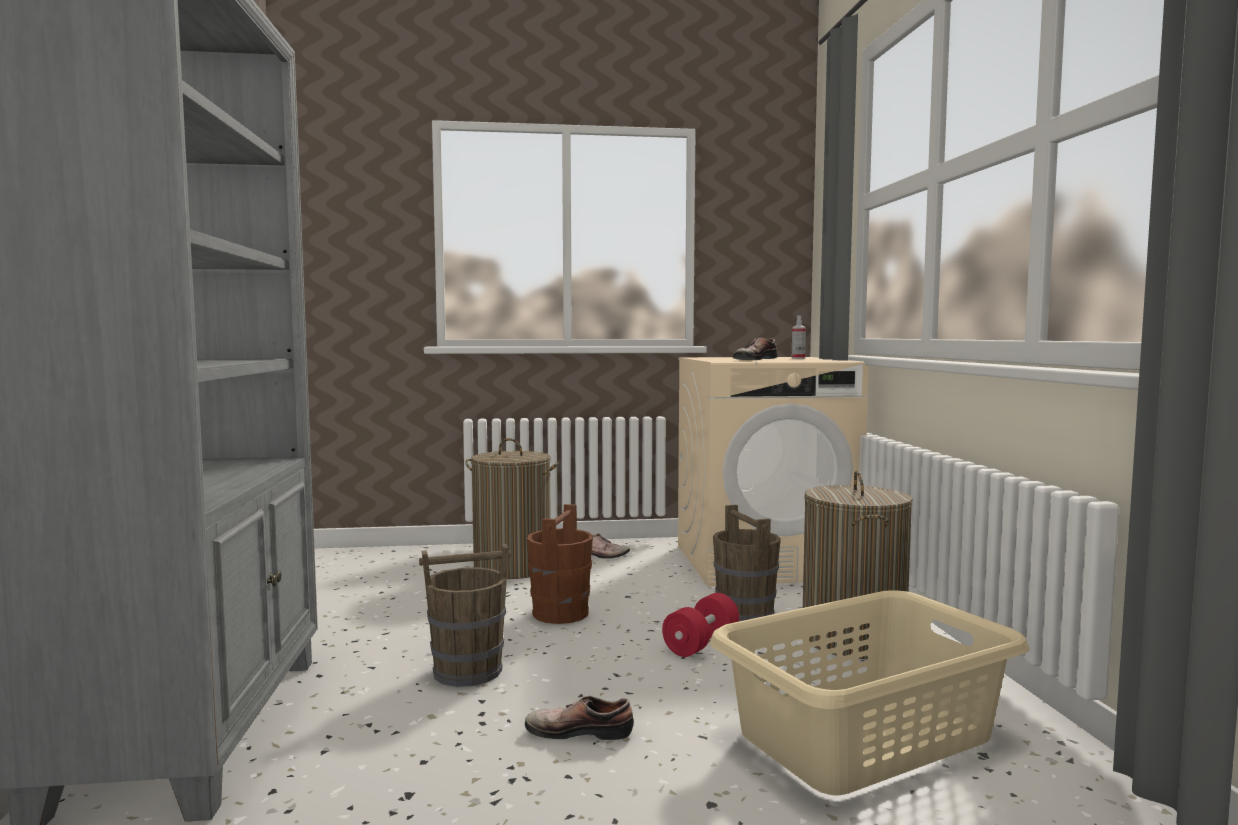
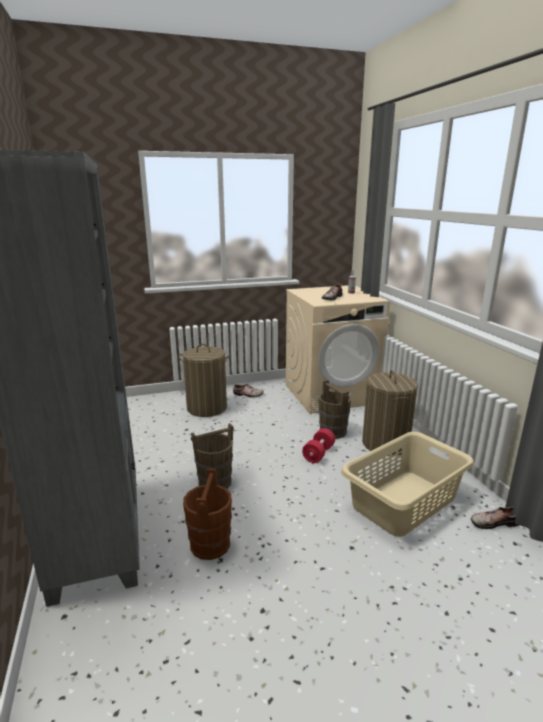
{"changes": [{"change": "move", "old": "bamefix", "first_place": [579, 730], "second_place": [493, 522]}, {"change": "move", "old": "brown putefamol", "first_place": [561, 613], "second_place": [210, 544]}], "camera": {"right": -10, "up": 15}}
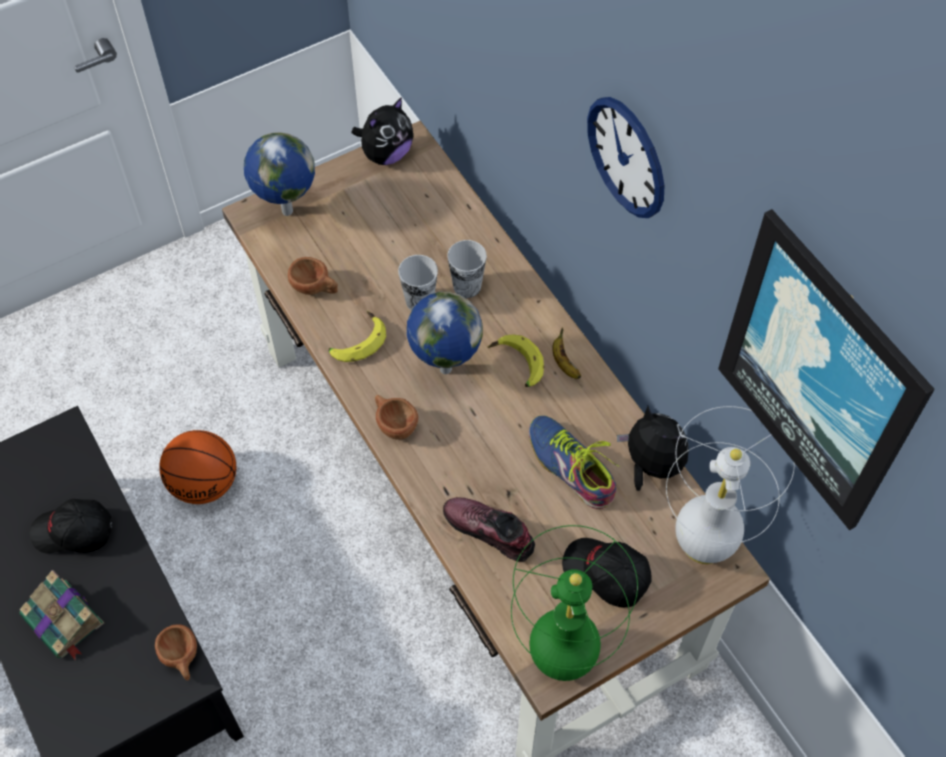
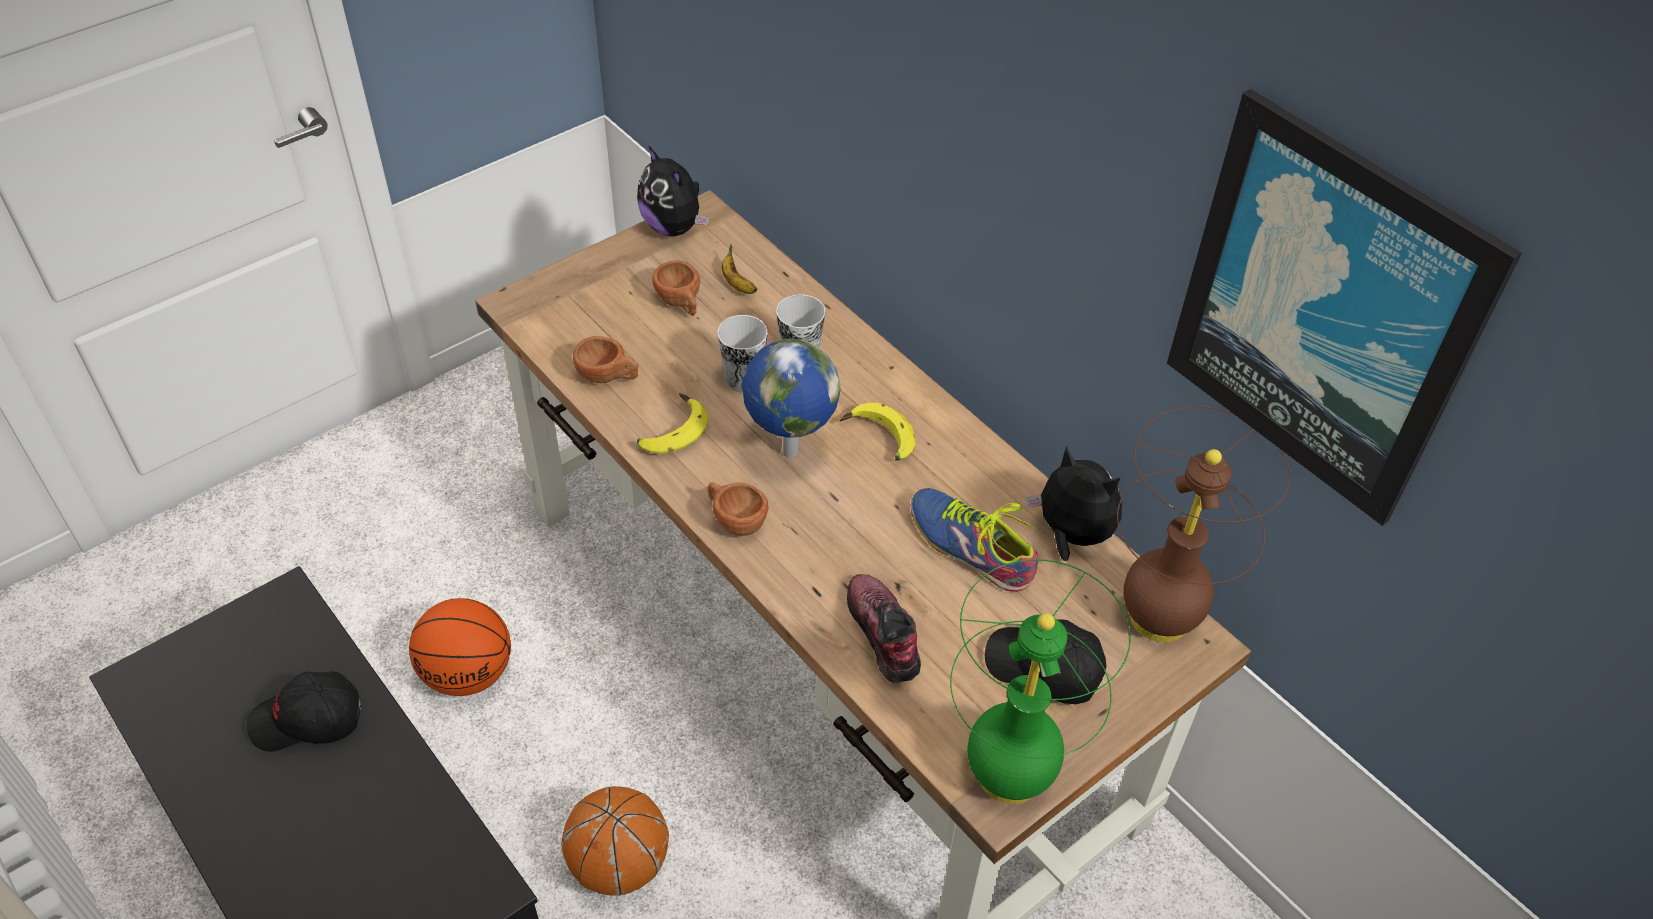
{"changes": [{"change": "delete", "old": "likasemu", "first_place": [64, 621]}, {"change": "move", "old": "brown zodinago", "first_place": [182, 659], "second_place": [680, 303]}, {"change": "delete", "old": "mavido", "first_place": [286, 211]}, {"change": "rotate", "old": "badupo", "first_place": [386, 154], "second_place": [674, 227], "degrees": 105}, {"change": "rotate", "old": "bamefix", "first_place": [489, 532], "second_place": [882, 634], "degrees": 45}, {"change": "move", "old": "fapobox", "first_place": [564, 363], "second_place": [737, 283]}, {"change": "delete", "old": "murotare", "first_place": [626, 157]}, {"change": "recolor", "old": "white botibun", "new": "brown botibun", "first_place": [704, 542], "second_place": [1158, 617]}, {"change": "insert", "new": "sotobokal", "second_place": [619, 864]}], "camera": {"right": -10, "up": -10}}
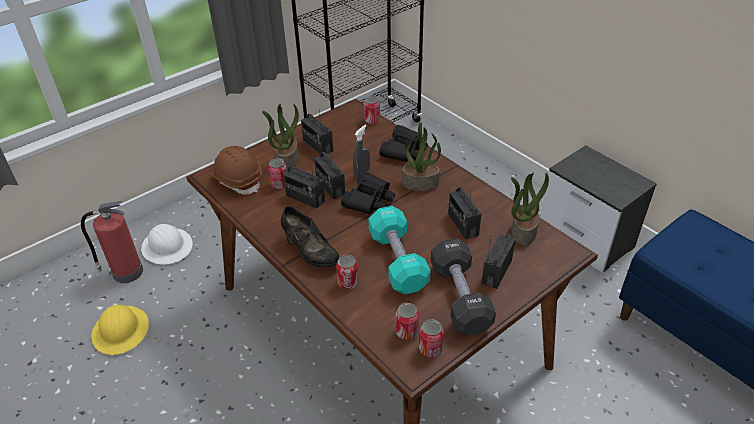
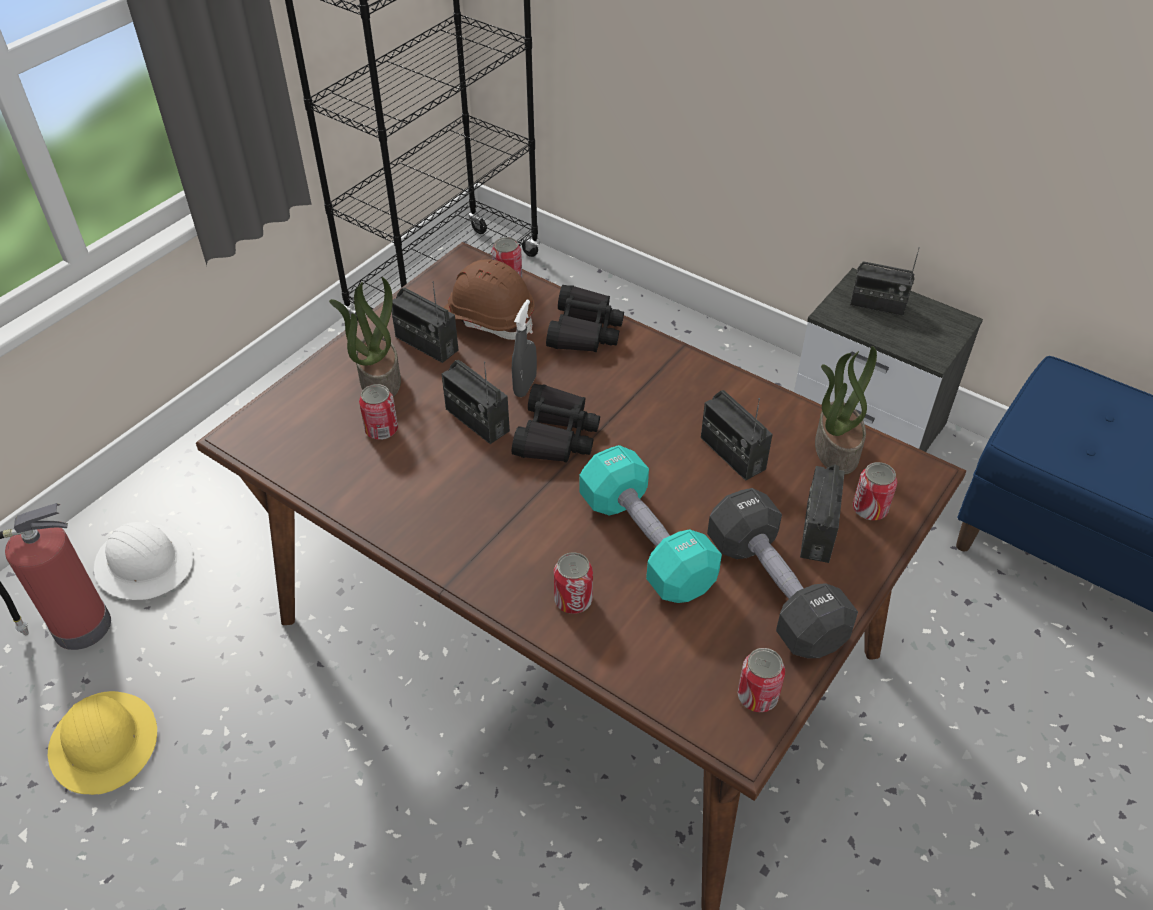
{"changes": [{"change": "move", "old": "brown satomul", "first_place": [237, 180], "second_place": [488, 318]}, {"change": "delete", "old": "black bamefix", "first_place": [310, 252]}, {"change": "move", "old": "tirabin", "first_place": [305, 198], "second_place": [877, 305]}, {"change": "move", "old": "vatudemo", "first_place": [406, 332], "second_place": [869, 509]}, {"change": "delete", "old": "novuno", "first_place": [421, 183]}], "camera": {"right": -15, "up": 5}}
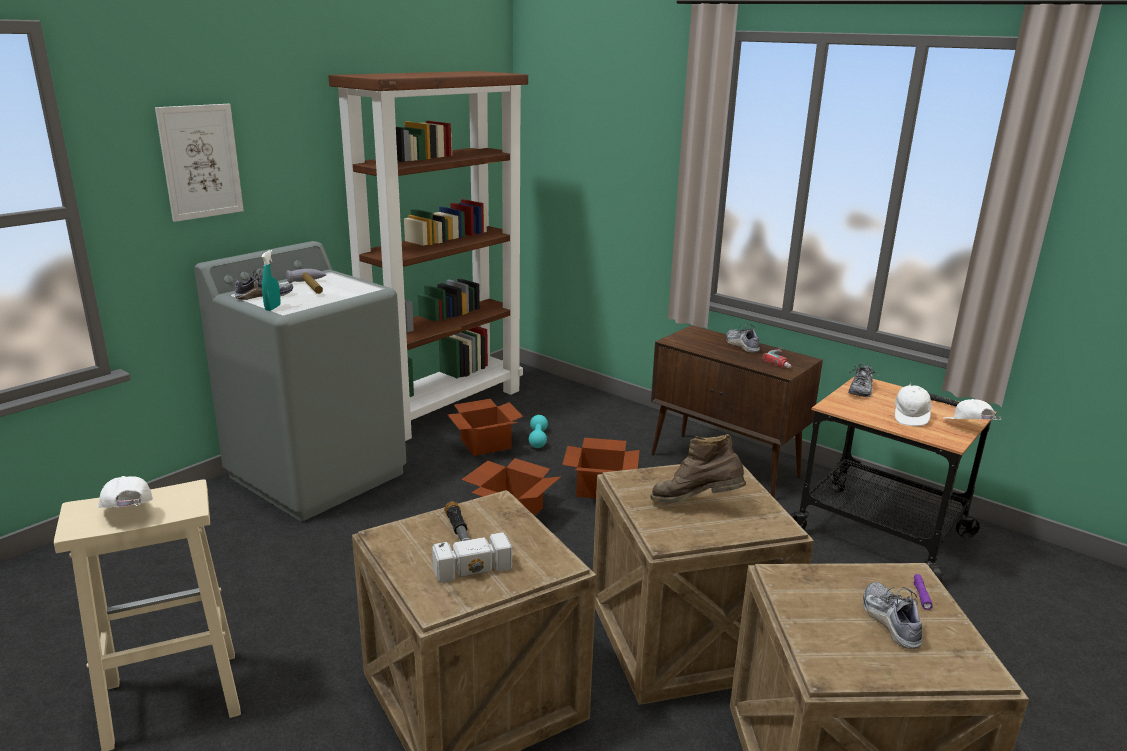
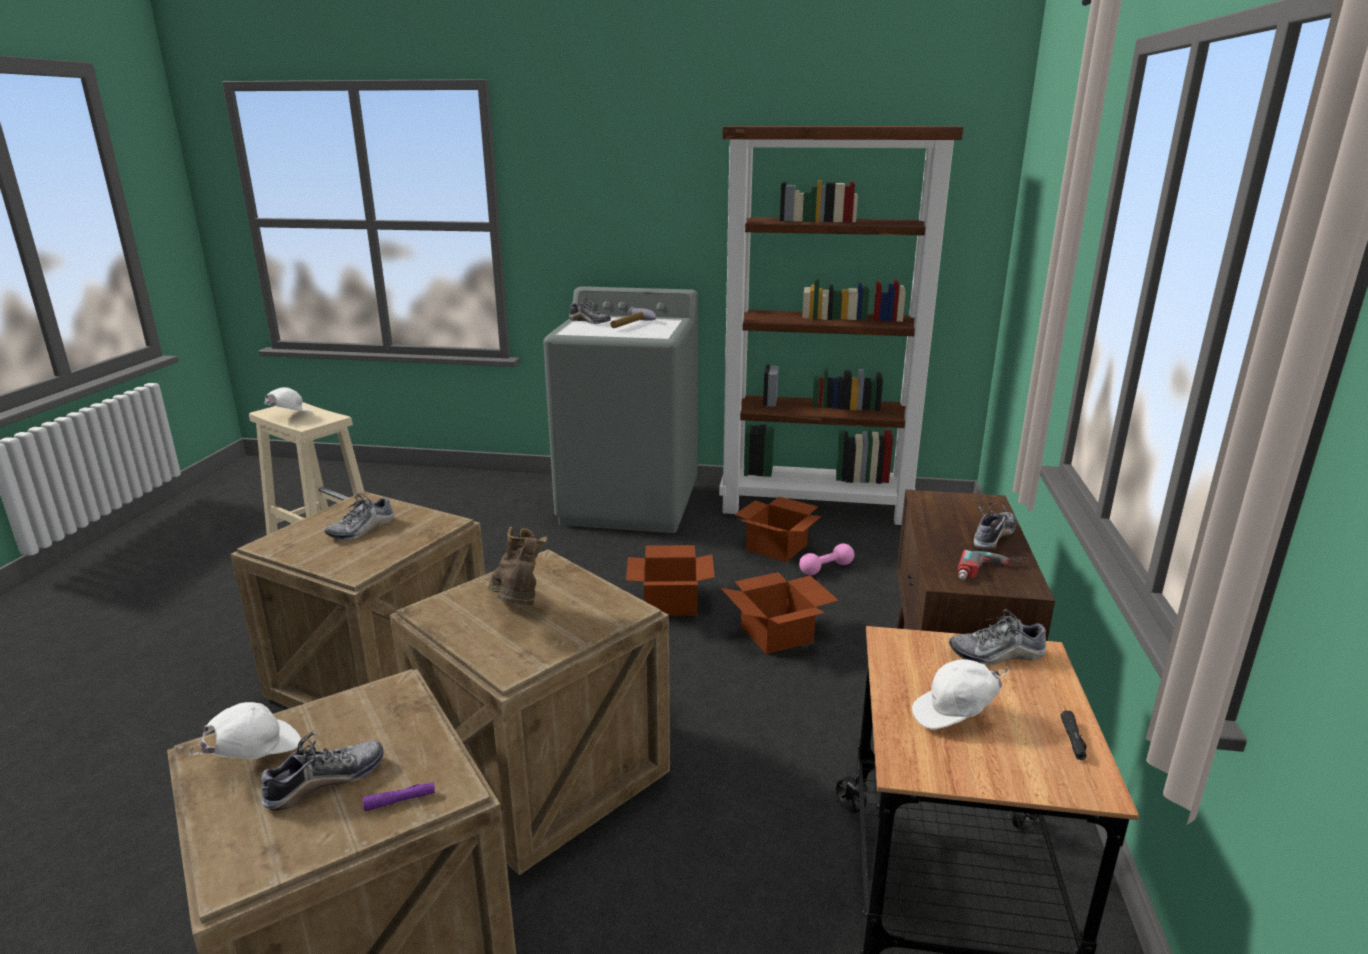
{"changes": [{"change": "delete", "old": "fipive", "first_place": [200, 162]}, {"change": "delete", "old": "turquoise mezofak", "first_place": [272, 308]}, {"change": "replace", "old": "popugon", "new": "bamefix", "first_place": [463, 546], "second_place": [362, 529]}, {"change": "recolor", "old": "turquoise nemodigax", "new": "pink nemodigax", "first_place": [538, 439], "second_place": [826, 568]}, {"change": "move", "old": "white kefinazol", "first_place": [967, 428], "second_place": [254, 754]}], "camera": {"right": 60, "up": 0}}
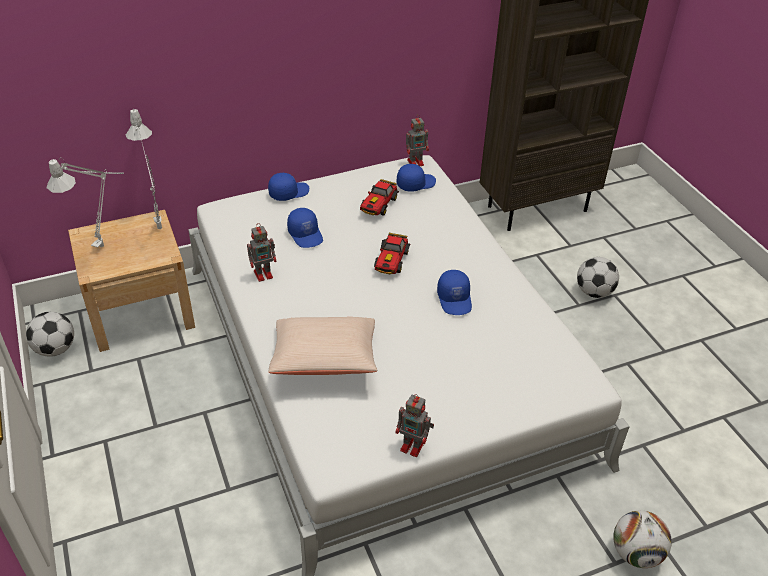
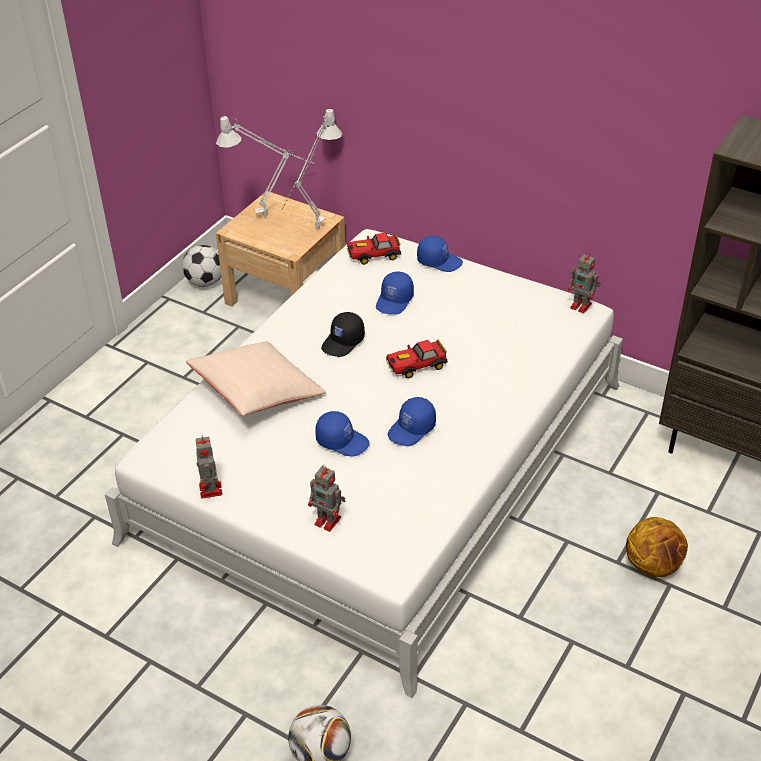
{"changes": [{"change": "move", "old": "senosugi", "first_place": [264, 274], "second_place": [329, 521]}, {"change": "move", "old": "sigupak", "first_place": [378, 205], "second_place": [373, 255]}, {"change": "move", "old": "blue kefinazol", "first_place": [415, 183], "second_place": [342, 441]}, {"change": "replace", "old": "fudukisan", "new": "sotobokal", "first_place": [594, 292], "second_place": [653, 565]}, {"change": "insert", "new": "black kefinazol", "second_place": [343, 342]}], "camera": {"right": 55, "up": 0}}
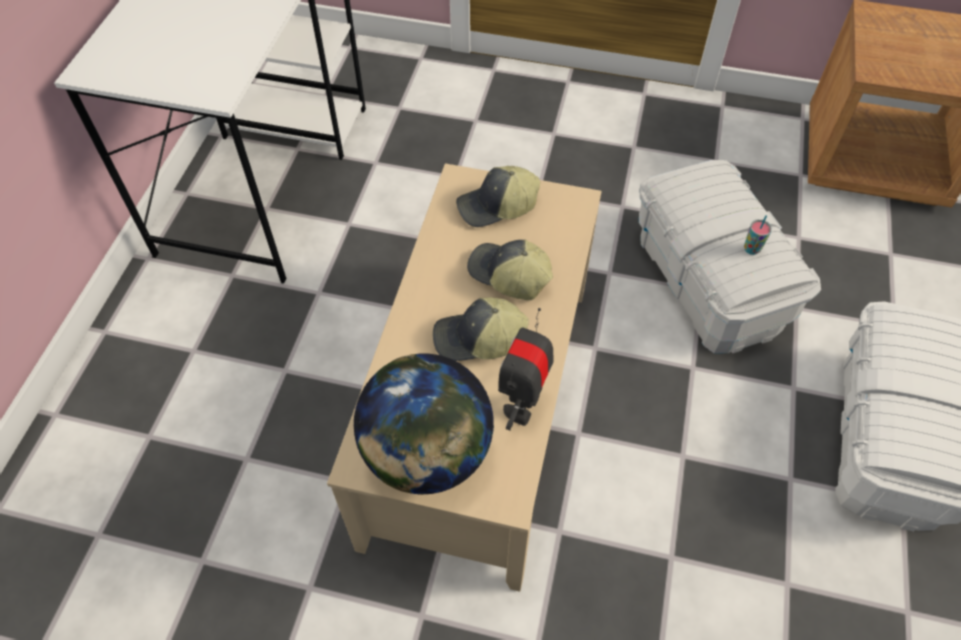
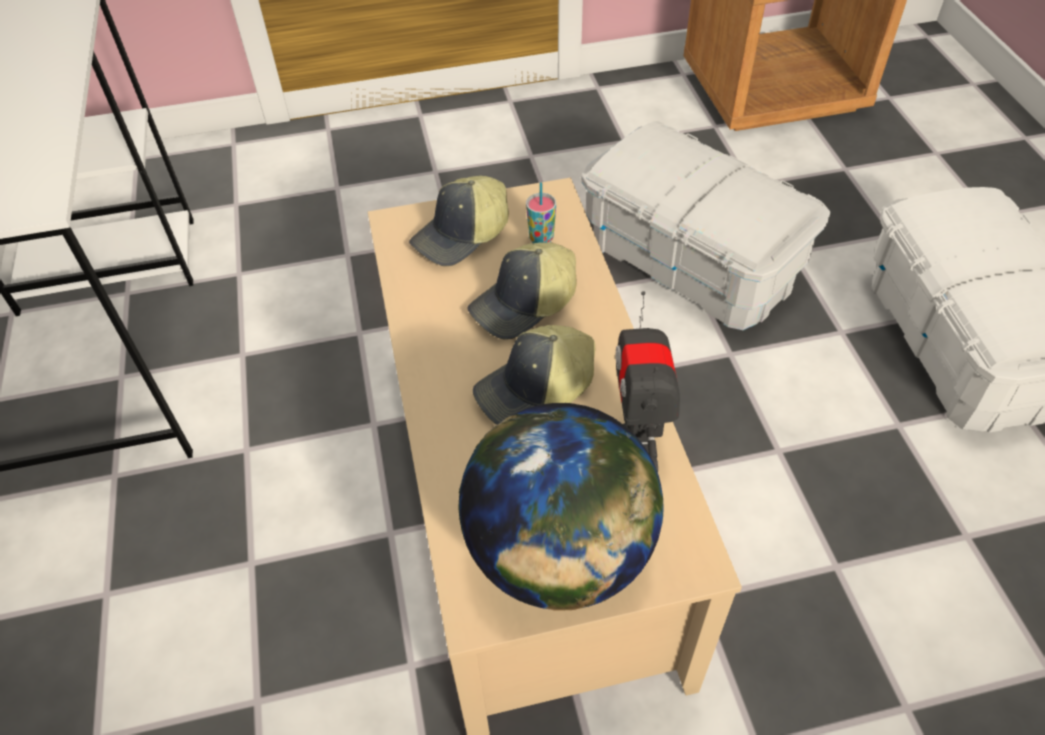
{"changes": [{"change": "rotate", "old": "kefinazol", "first_place": [508, 276], "second_place": [524, 305], "degrees": -45}, {"change": "move", "old": "zodinago", "first_place": [751, 249], "second_place": [541, 239]}], "camera": {"right": -25, "up": -5}}
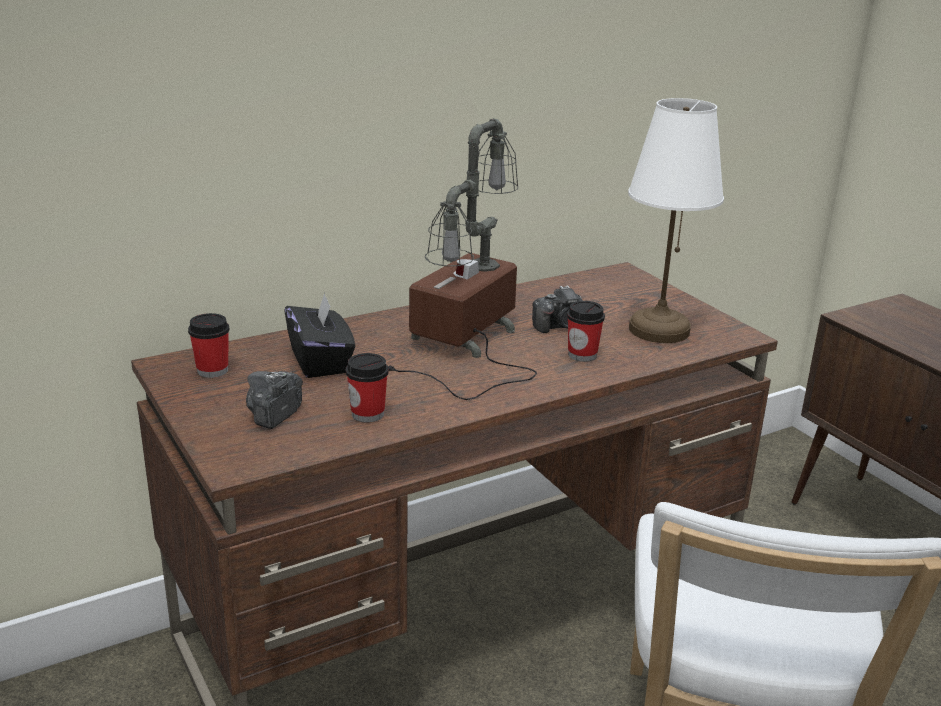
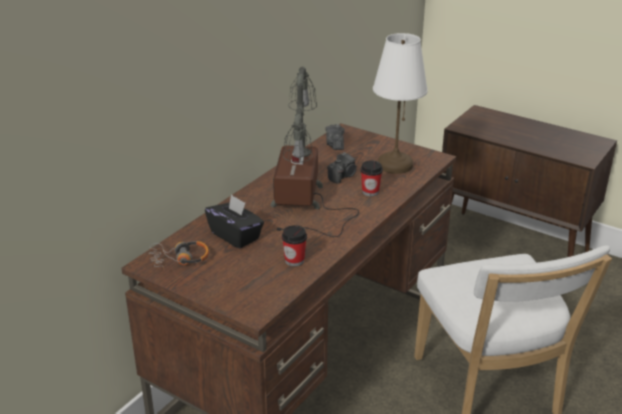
{"changes": [{"change": "replace", "old": "zodinago", "new": "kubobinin", "first_place": [212, 370], "second_place": [179, 260]}, {"change": "move", "old": "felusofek", "first_place": [274, 415], "second_place": [335, 145]}], "camera": {"right": -25, "up": 5}}
